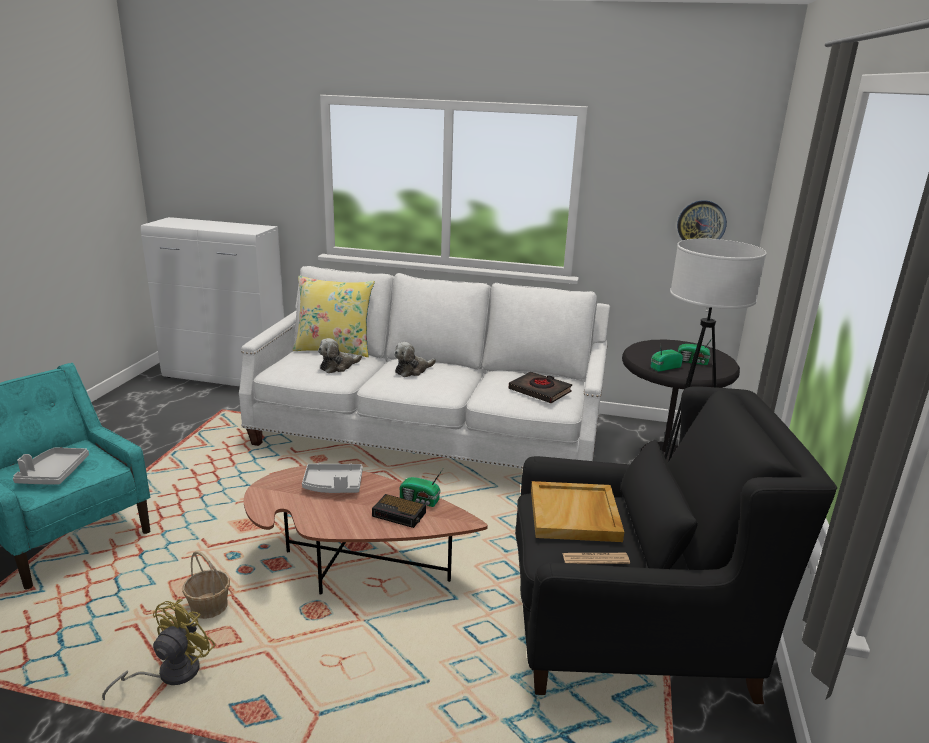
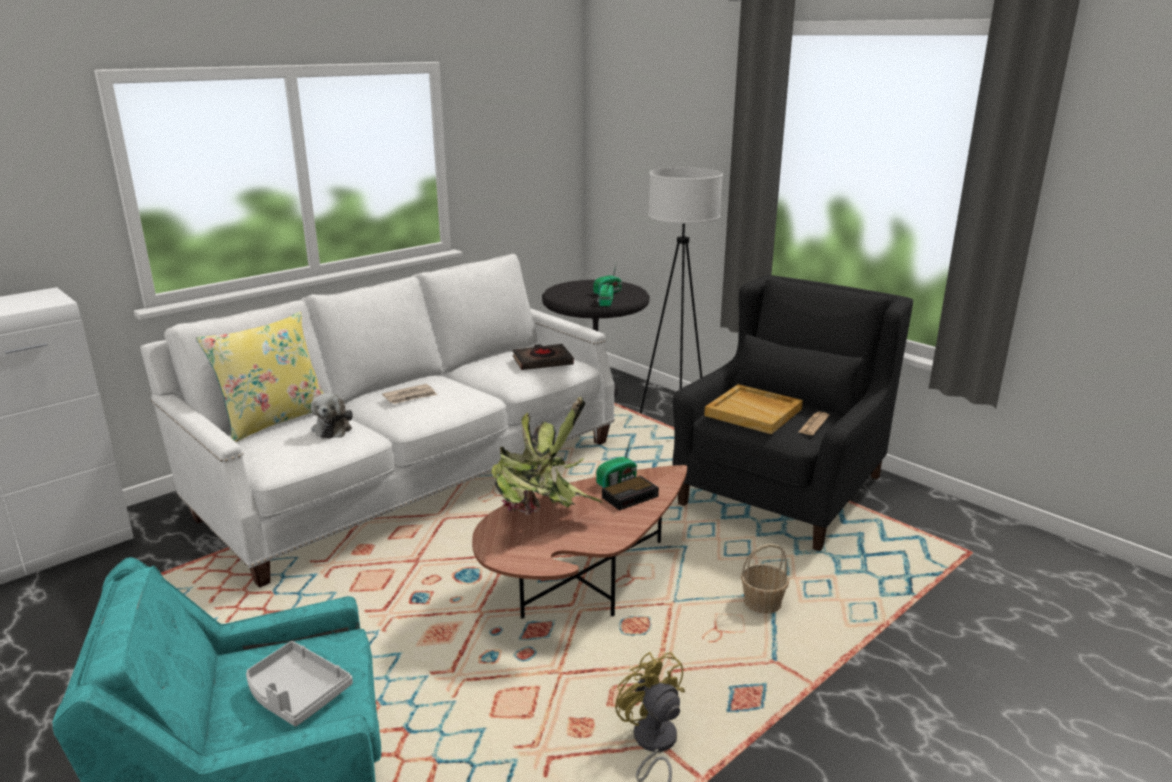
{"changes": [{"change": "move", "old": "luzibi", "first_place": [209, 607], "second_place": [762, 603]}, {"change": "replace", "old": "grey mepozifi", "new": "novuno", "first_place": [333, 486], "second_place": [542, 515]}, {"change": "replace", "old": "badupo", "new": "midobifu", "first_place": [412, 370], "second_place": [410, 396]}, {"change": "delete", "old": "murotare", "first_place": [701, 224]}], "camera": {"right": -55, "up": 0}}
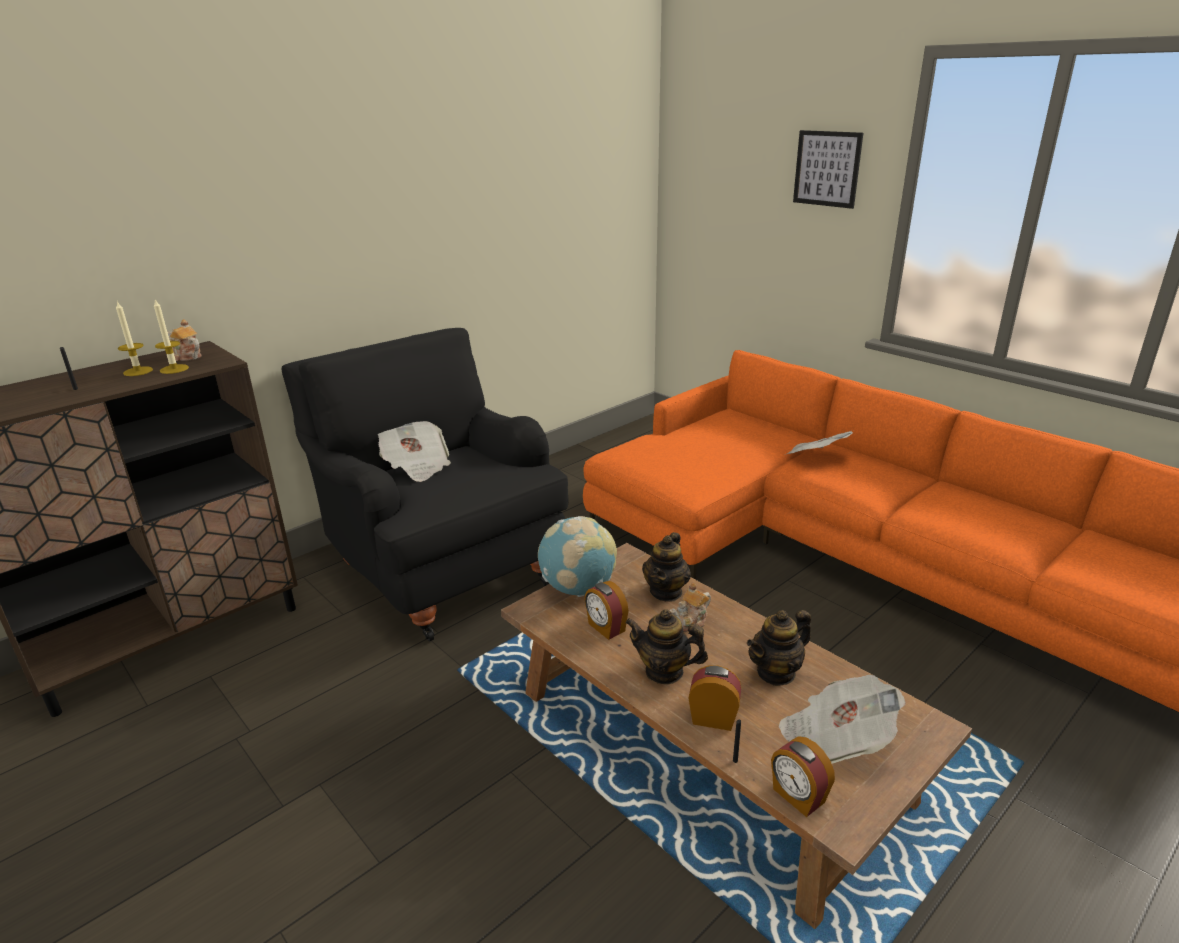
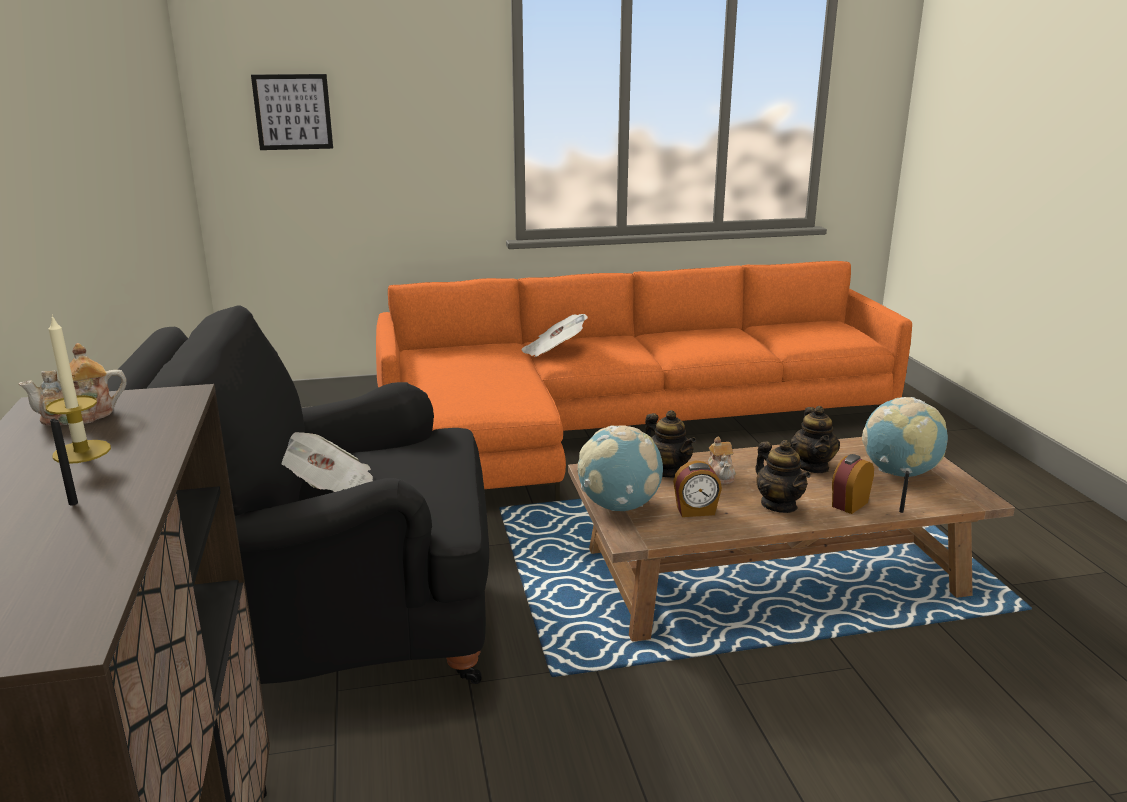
{"changes": [{"change": "delete", "old": "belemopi", "first_place": [174, 369]}, {"change": "rotate", "old": "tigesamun", "first_place": [664, 671], "second_place": [779, 505], "degrees": -75}, {"change": "delete", "old": "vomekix", "first_place": [797, 796]}, {"change": "replace", "old": "midobifu", "new": "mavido", "first_place": [835, 741], "second_place": [899, 473]}, {"change": "move", "old": "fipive", "first_place": [827, 168], "second_place": [293, 112]}], "camera": {"right": -60, "up": -5}}
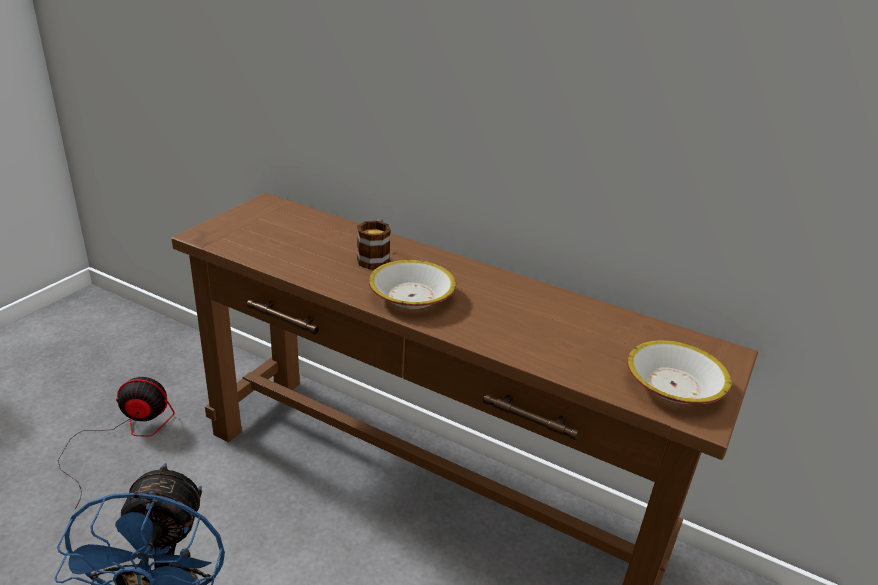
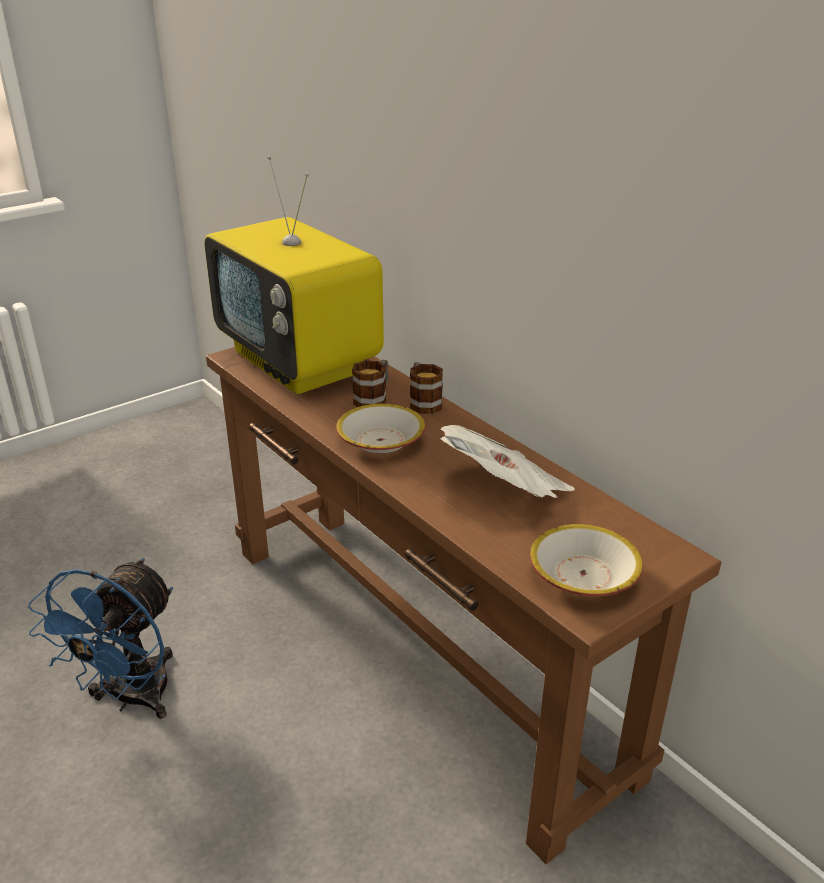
{"changes": [{"change": "delete", "old": "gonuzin", "first_place": [123, 437]}, {"change": "insert", "new": "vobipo", "second_place": [300, 362]}, {"change": "insert", "new": "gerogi", "second_place": [423, 402]}, {"change": "insert", "new": "midobifu", "second_place": [506, 493]}], "camera": {"right": 25, "up": 0}}
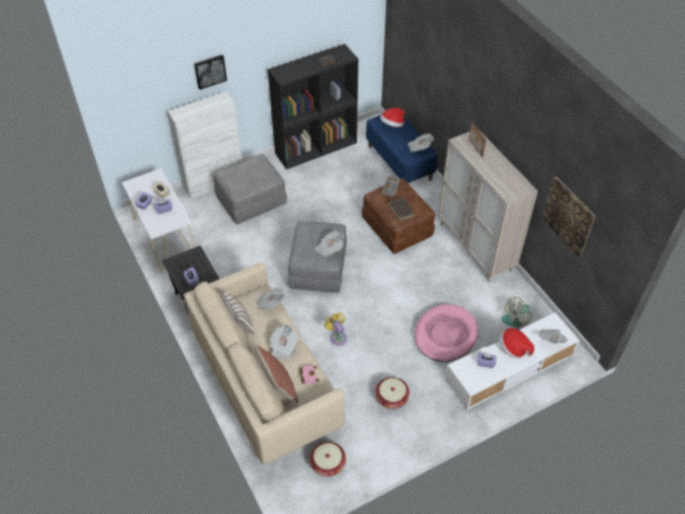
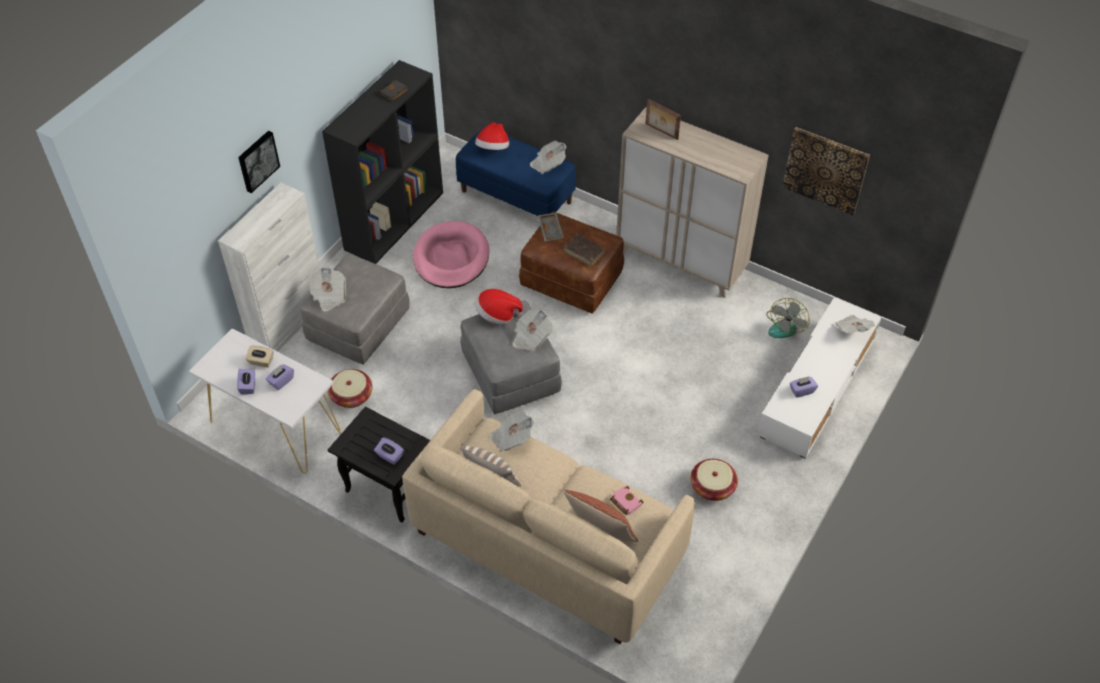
{"changes": [{"change": "move", "old": "midobifu", "first_place": [283, 347], "second_place": [329, 296]}, {"change": "move", "old": "luzibi", "first_place": [328, 463], "second_place": [351, 396]}, {"change": "delete", "old": "yellow gonuzin", "first_place": [337, 336]}, {"change": "move", "old": "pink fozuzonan", "first_place": [445, 335], "second_place": [451, 258]}, {"change": "move", "old": "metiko", "first_place": [513, 348], "second_place": [497, 315]}], "camera": {"right": -30, "up": 0}}
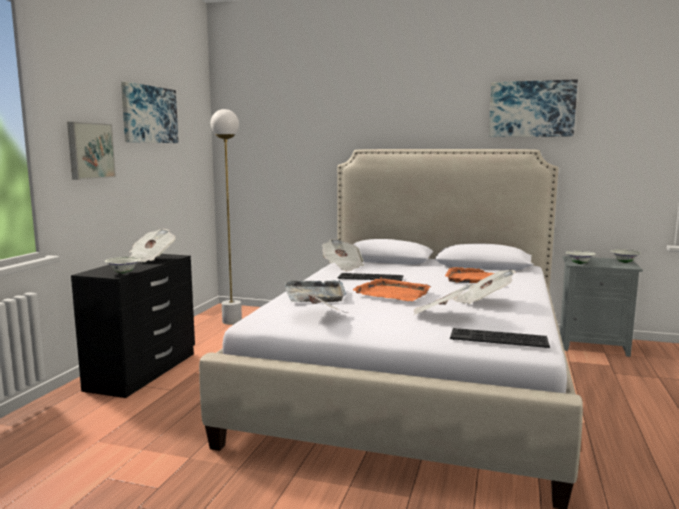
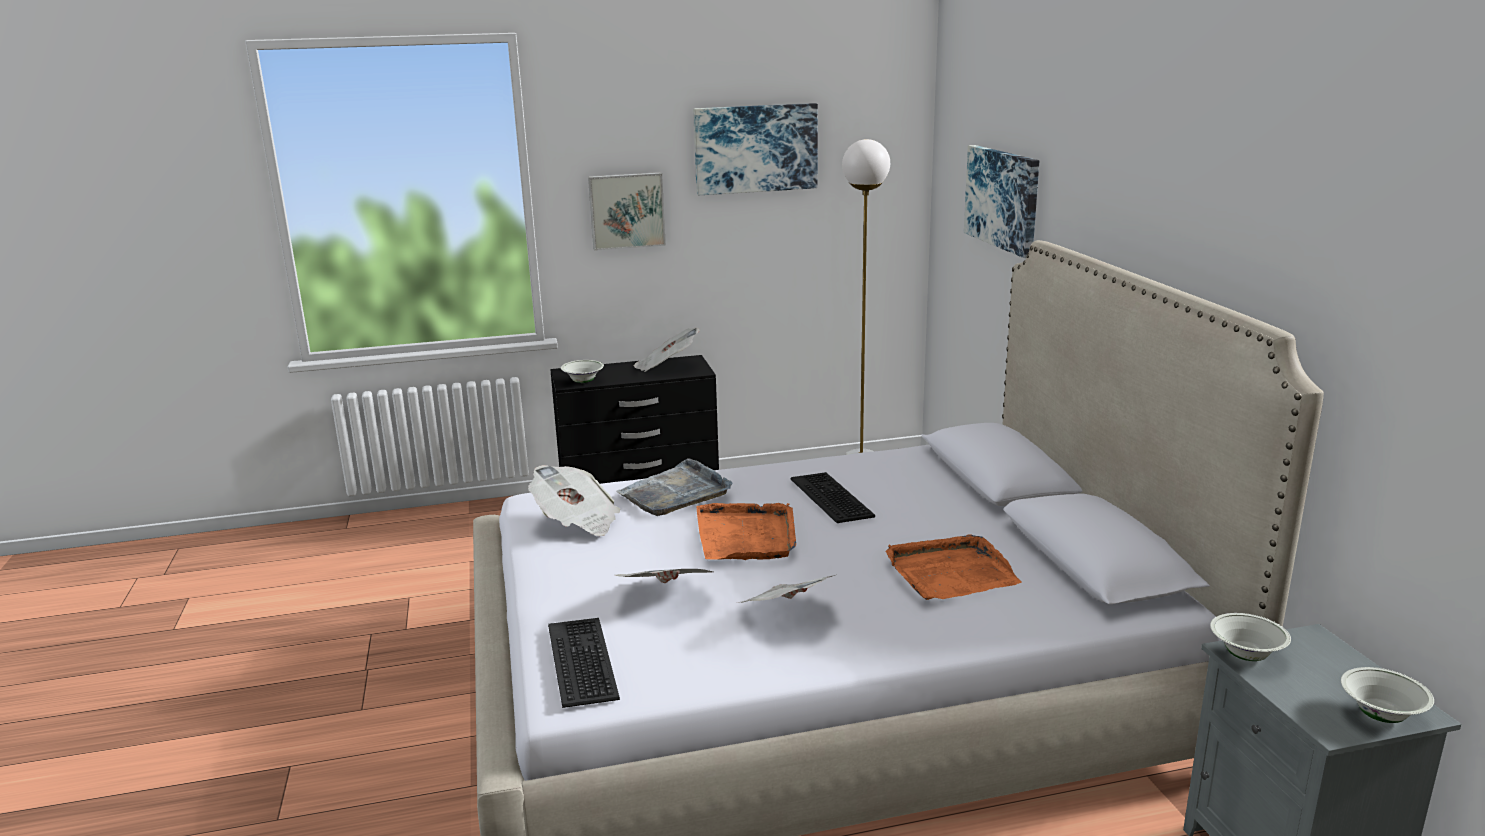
{"changes": [{"change": "delete", "old": "midobifu", "first_place": [343, 266]}, {"change": "move", "old": "fipive", "first_place": [531, 109], "second_place": [1003, 198]}], "camera": {"right": 60, "up": 10}}
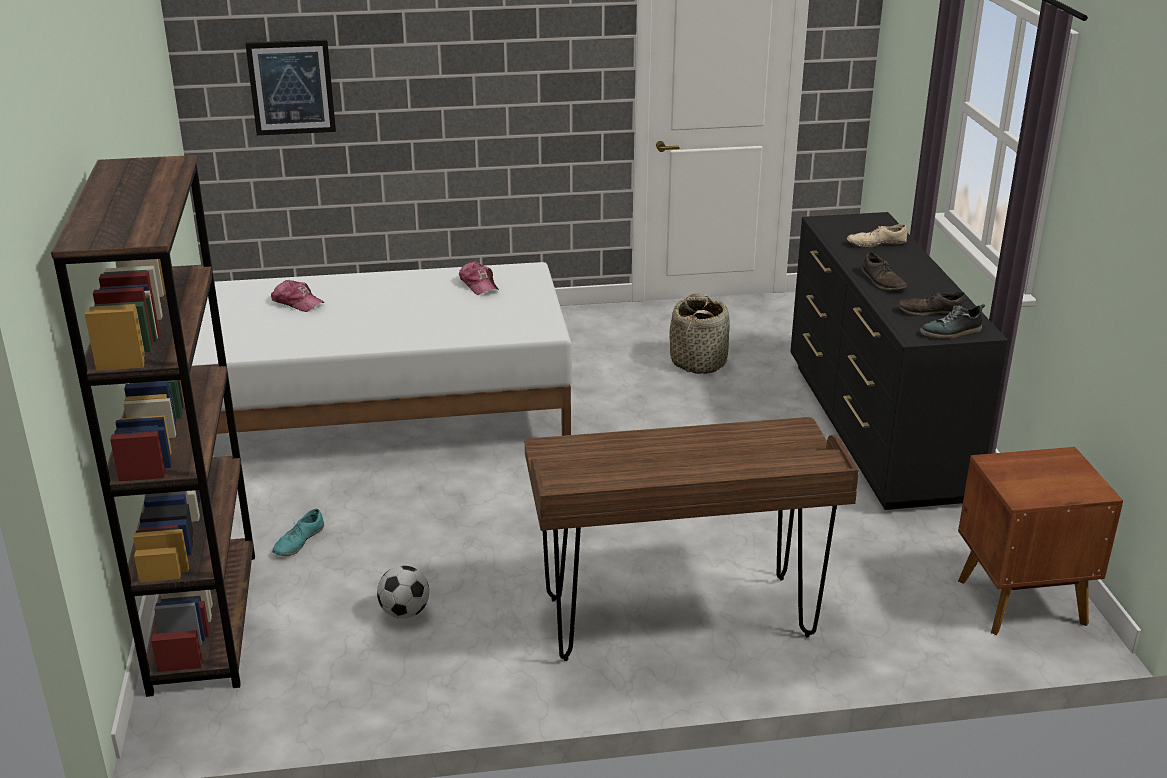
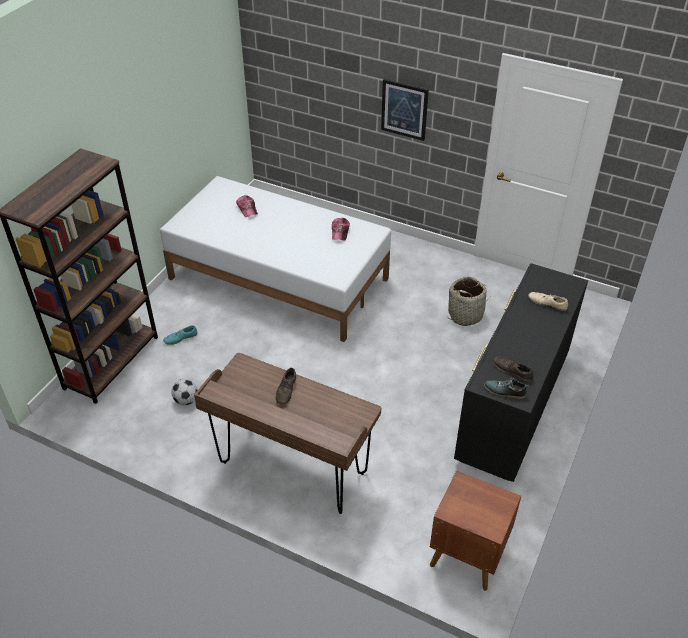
{"changes": [{"change": "move", "old": "fipive", "first_place": [291, 87], "second_place": [404, 109]}, {"change": "move", "old": "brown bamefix", "first_place": [883, 281], "second_place": [286, 390]}], "camera": {"right": 35, "up": 15}}
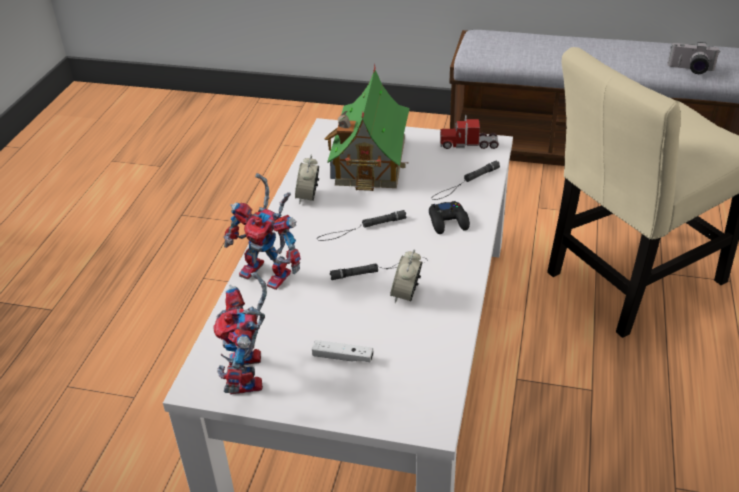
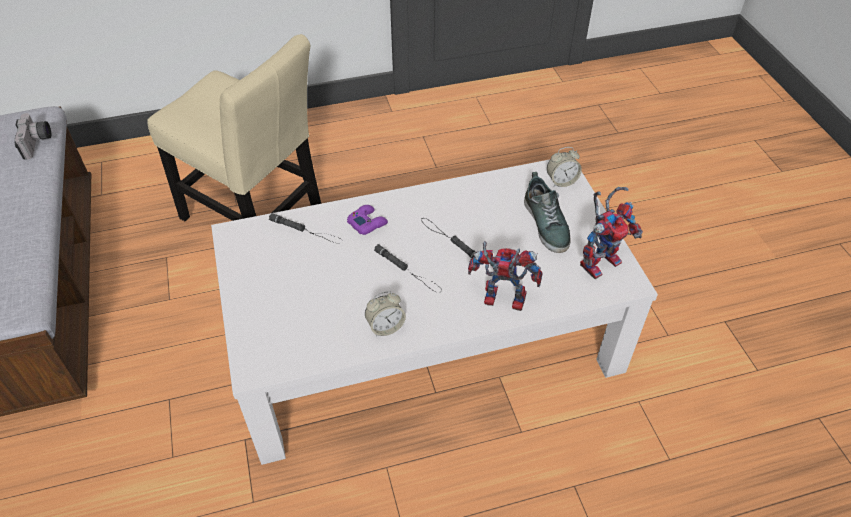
{"changes": [{"change": "rotate", "old": "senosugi", "first_place": [271, 274], "second_place": [500, 300], "degrees": -75}, {"change": "replace", "old": "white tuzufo", "new": "bamefix", "first_place": [342, 357], "second_place": [546, 224]}, {"change": "delete", "old": "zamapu", "first_place": [371, 161]}, {"change": "move", "old": "vomekix", "first_place": [406, 295], "second_place": [561, 181]}, {"change": "recolor", "old": "black tuzufo", "new": "purple tuzufo", "first_place": [448, 222], "second_place": [367, 223]}, {"change": "delete", "old": "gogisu", "first_place": [468, 144]}], "camera": {"right": -120, "up": 10}}
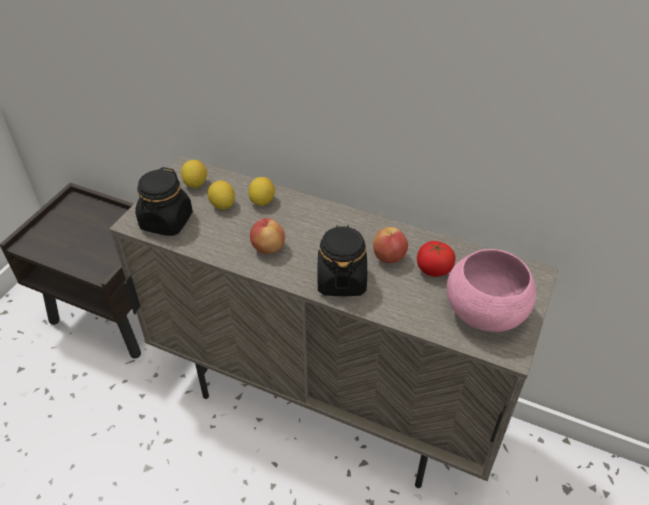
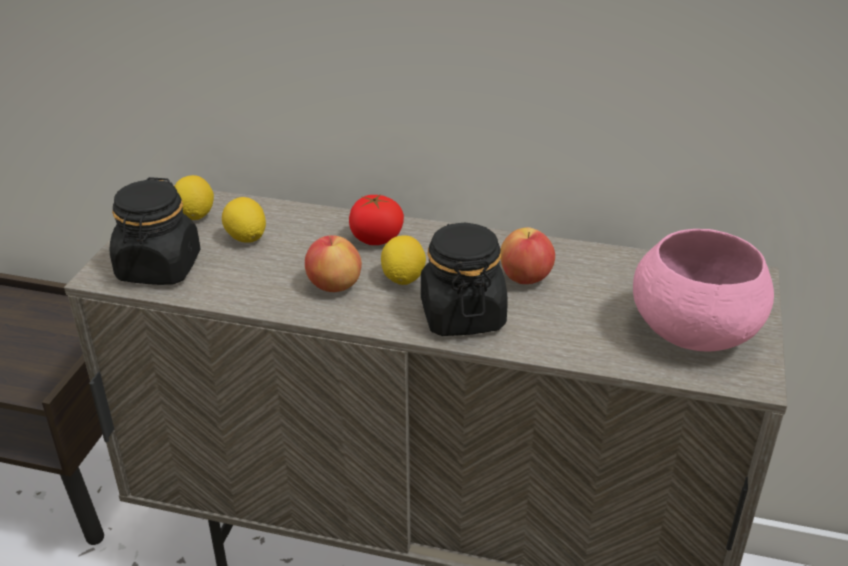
{"changes": [{"change": "move", "old": "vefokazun", "first_place": [262, 201], "second_place": [403, 278]}, {"change": "move", "old": "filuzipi", "first_place": [434, 269], "second_place": [376, 239]}], "camera": {"right": -10, "up": -10}}
